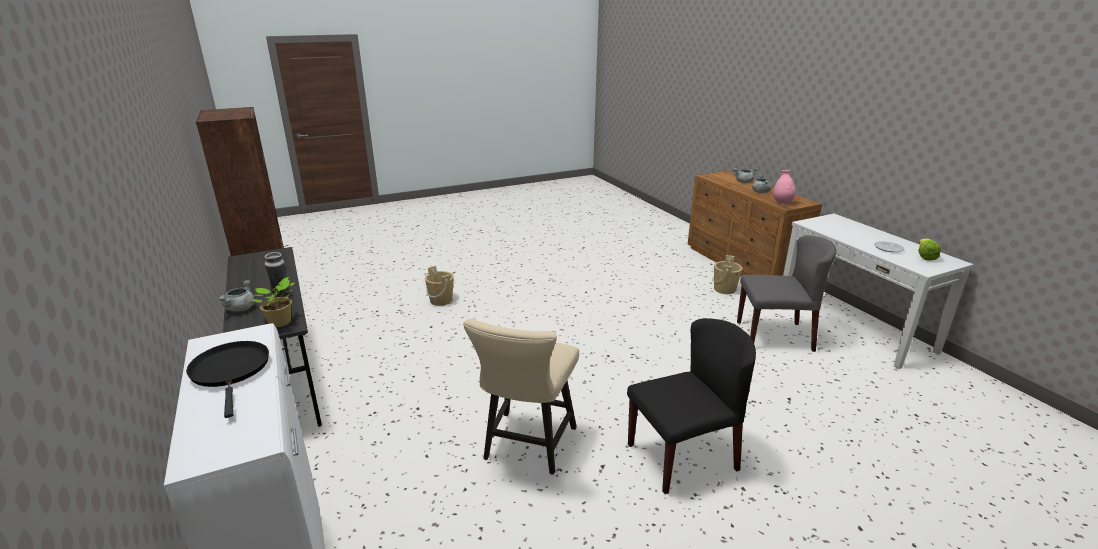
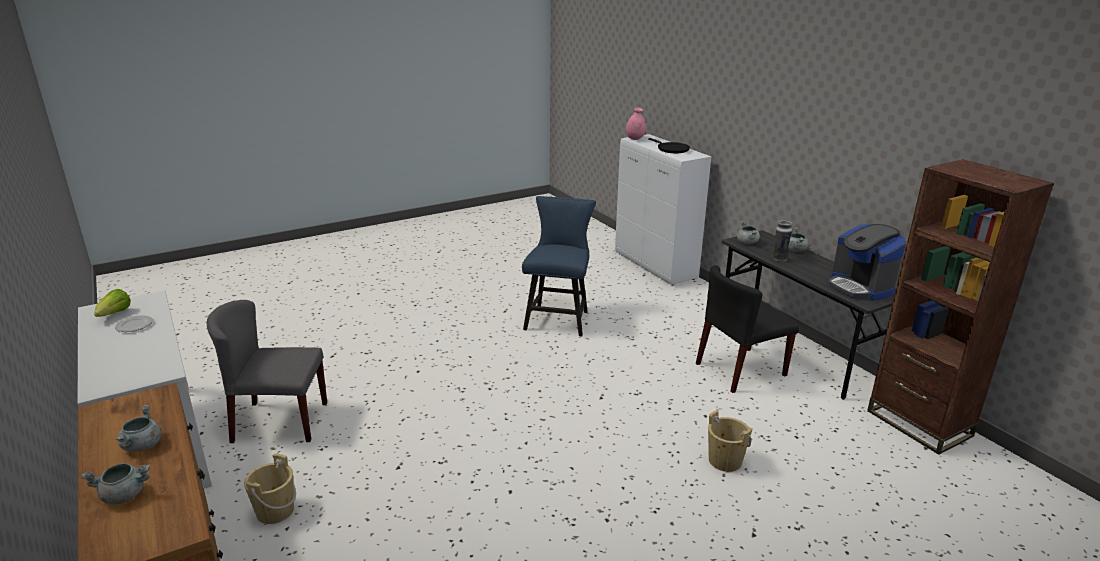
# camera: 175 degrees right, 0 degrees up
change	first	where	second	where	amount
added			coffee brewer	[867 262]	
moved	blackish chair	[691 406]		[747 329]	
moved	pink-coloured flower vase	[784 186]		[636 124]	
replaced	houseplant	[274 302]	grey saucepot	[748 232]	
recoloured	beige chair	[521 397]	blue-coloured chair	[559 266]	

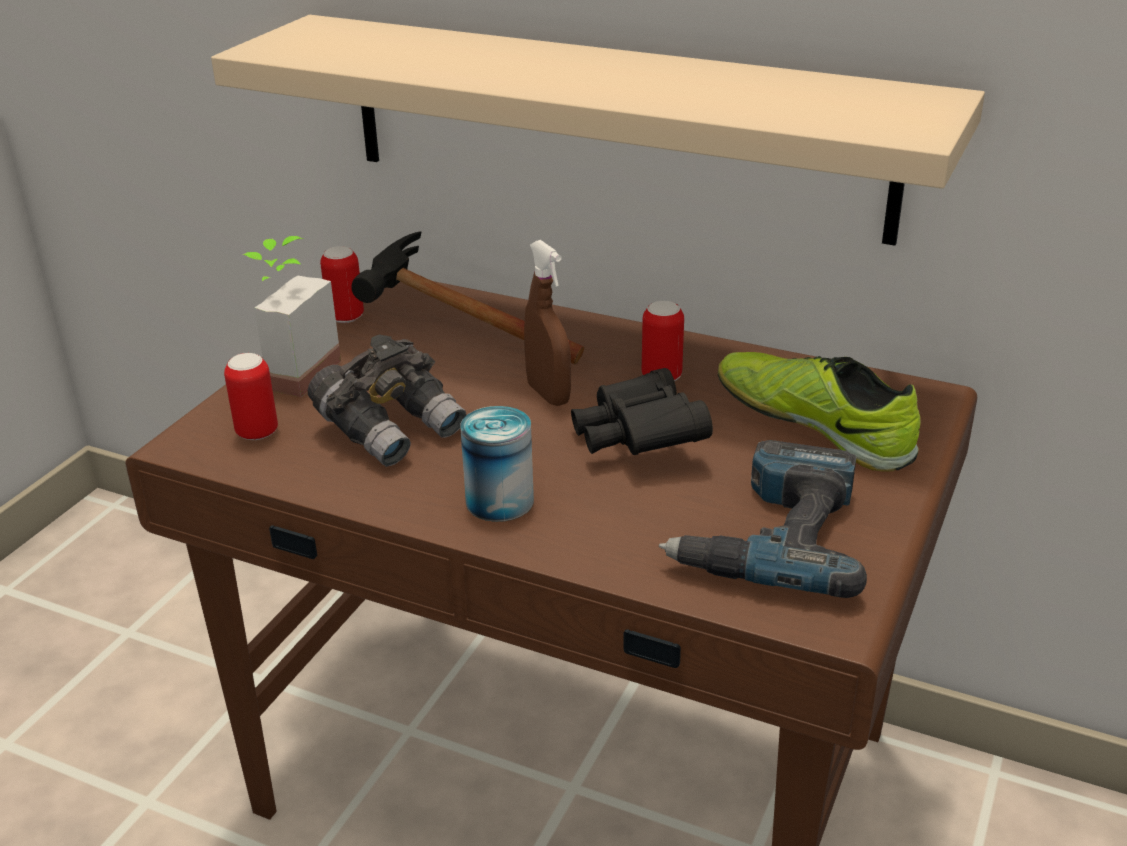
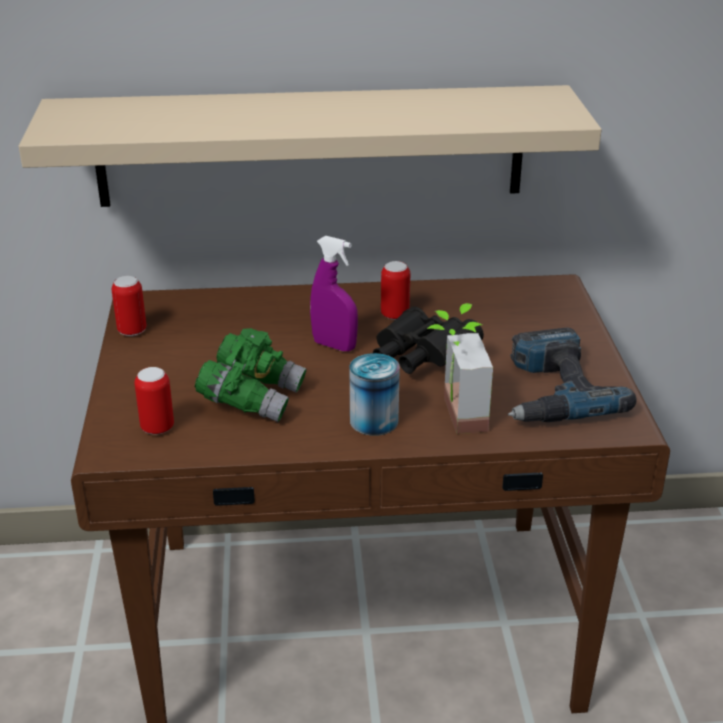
# camera: 30 degrees left, 0 degrees up
change	first	where	second	where	amount
removed	hammer	[467 297]			
removed	low shoe	[819 412]			
moved	houseplant	[292 316]		[460 368]	
recoloured	grey pair of binoculars	[387 400]	green-coloured pair of binoculars	[251 375]	
recoloured	brown-coloured spray bottle	[547 323]	purplish spray bottle	[334 293]	

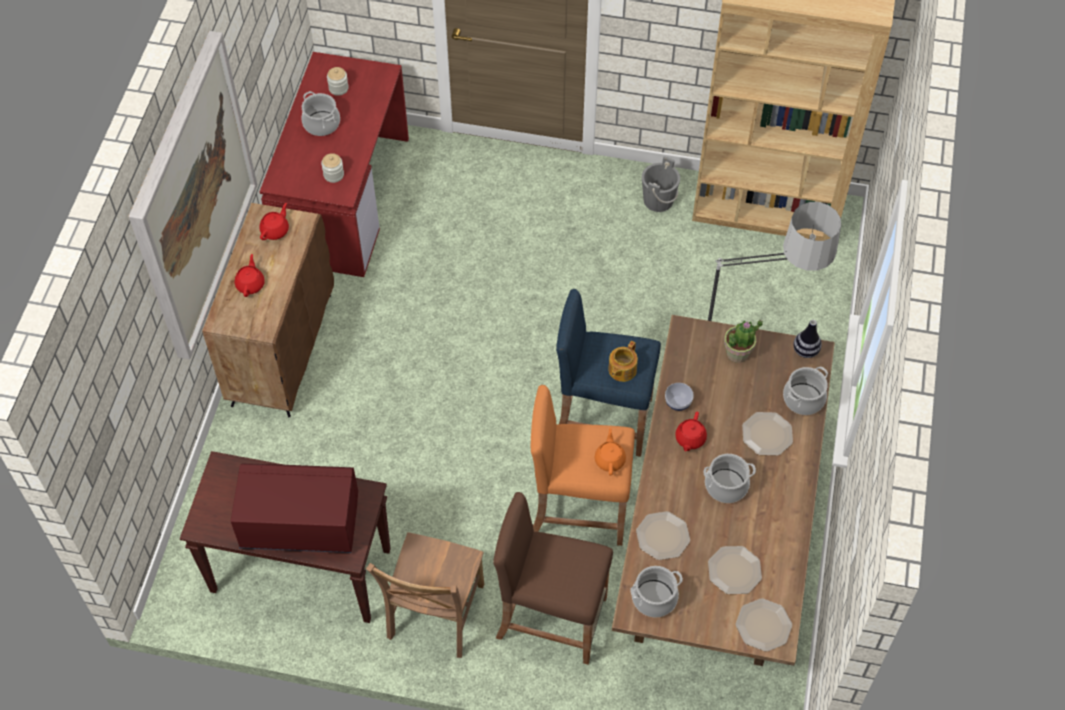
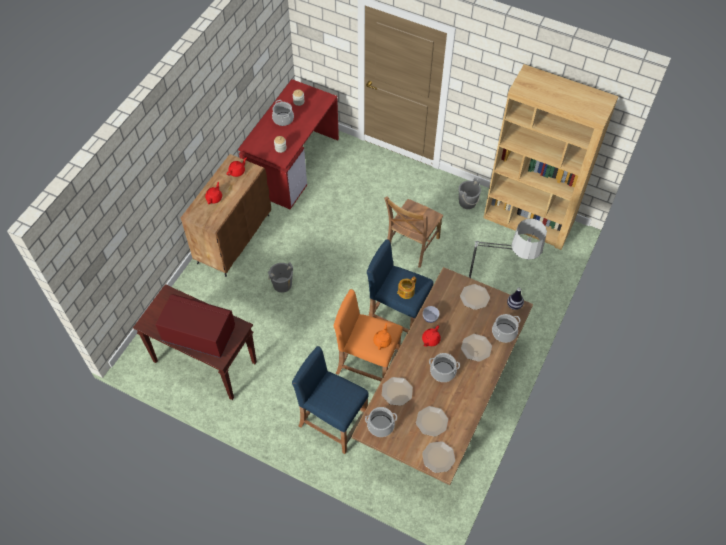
# camera: 15 degrees right, 0 degrees up
change	first	where	second	where	amount
removed	wall picture	[193 195]			
added			grey water bucket	[280 277]	
moved	brown-coloured chair	[425 595]		[413 232]	
replaced	houseplant	[743 341]	flat dish	[475 297]	
recoloured	brown-coloured sitting stool	[553 578]	blue-coloured sitting stool	[330 400]	

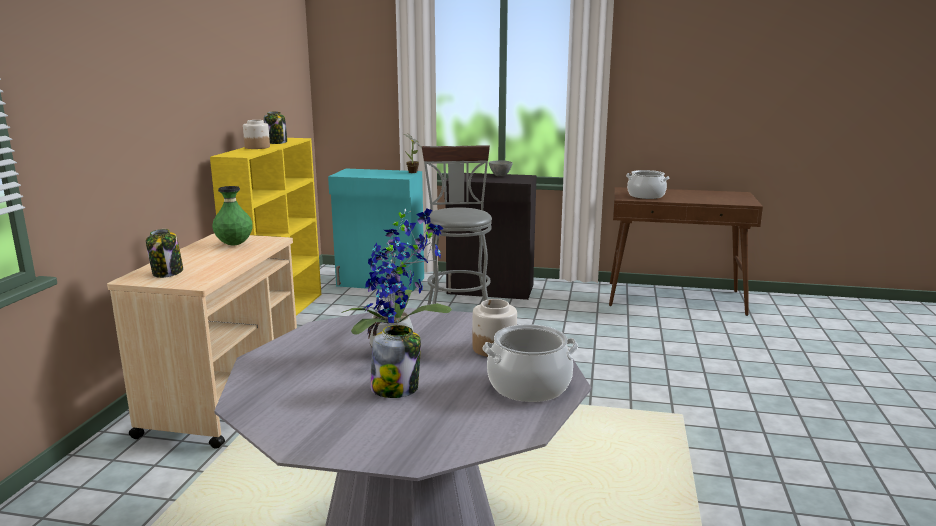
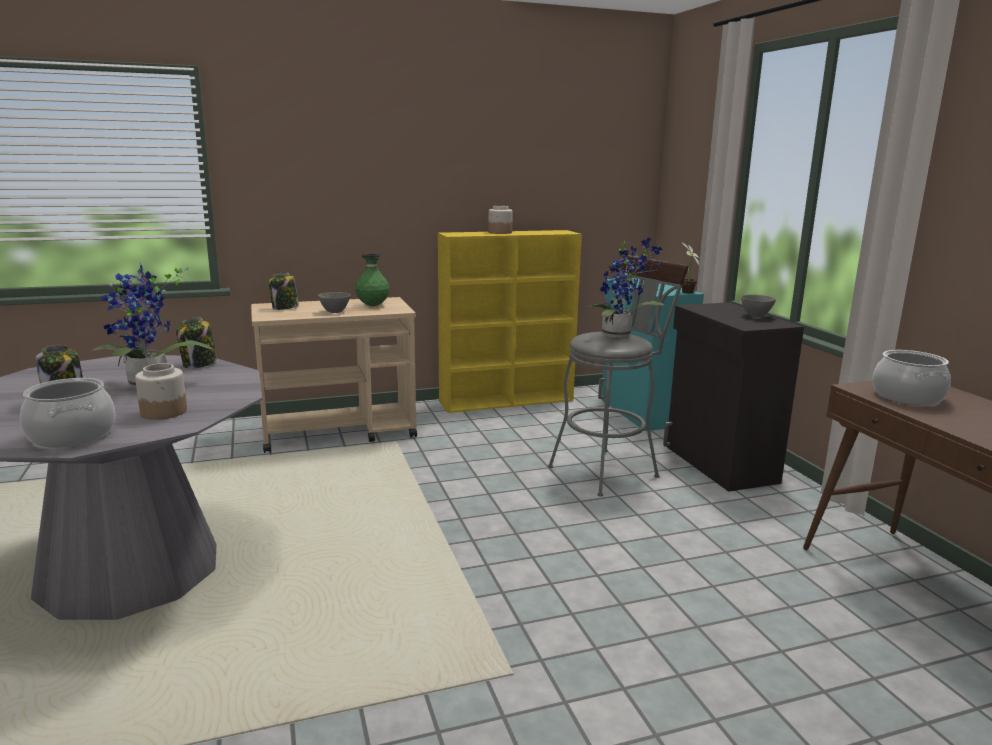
# camera: 60 degrees right, 0 degrees up
change	first	where	second	where	amount
added			grey serving bowl	[334 302]	
added			houseplant	[626 288]	
moved	storage jar	[275 127]		[196 343]	

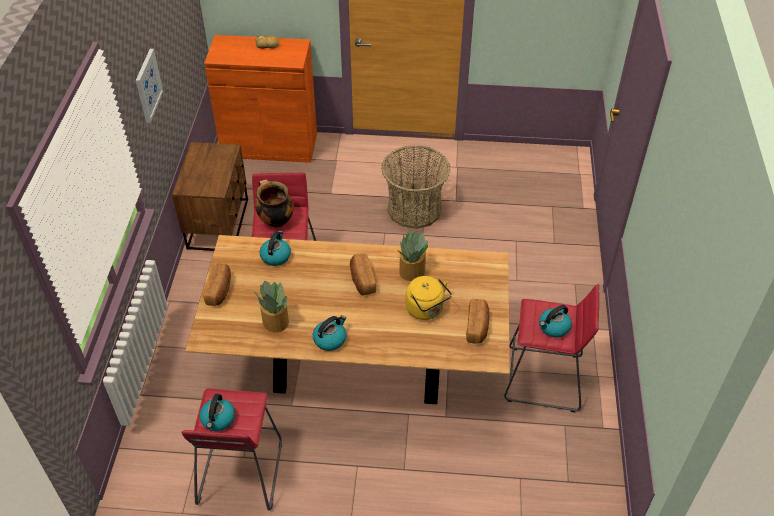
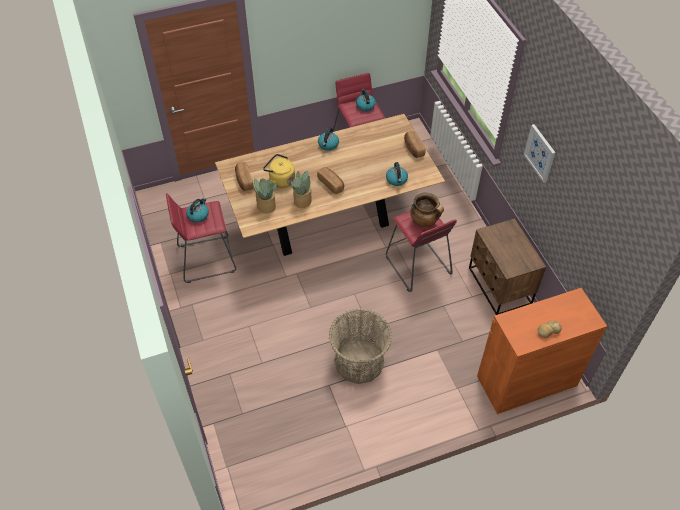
# camera: 155 degrees right, 5 degrees up
change	first	where	second	where	amount
moved	houseplant	[271 307]		[264 195]	

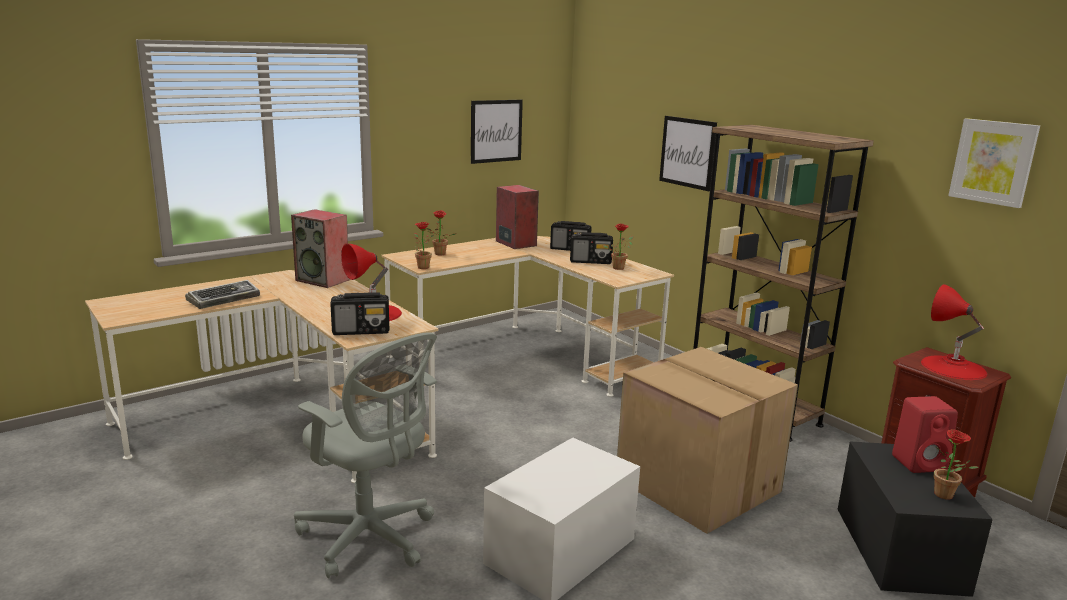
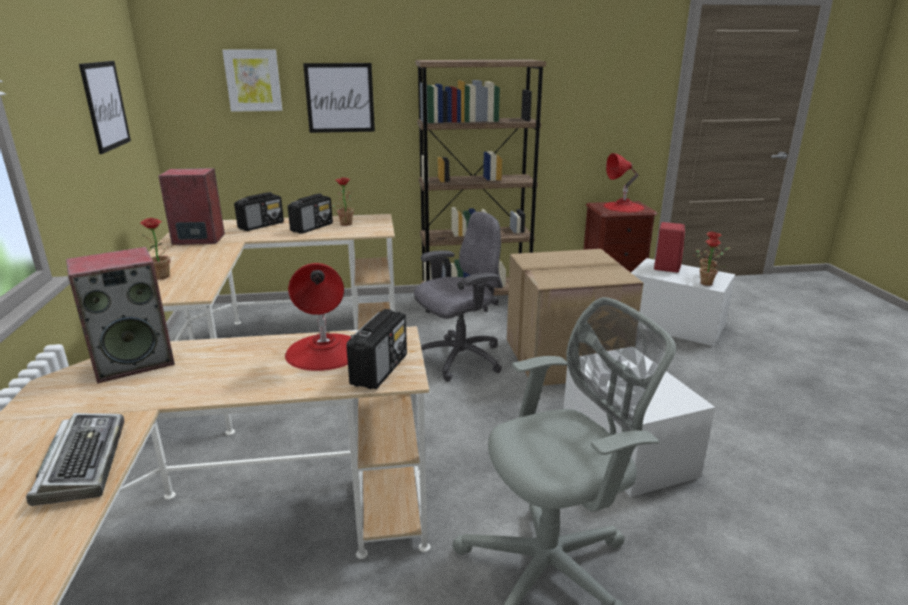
# camera: 60 degrees left, 5 degrees up
change	first	where	second	where	amount
added			grey desk chair	[458 296]	
moved	houseplant	[424 245]		[710 262]	
moved	wall picture	[994 163]		[252 80]	
recoloured	blackish storage box	[915 519]	white storage box	[683 302]	

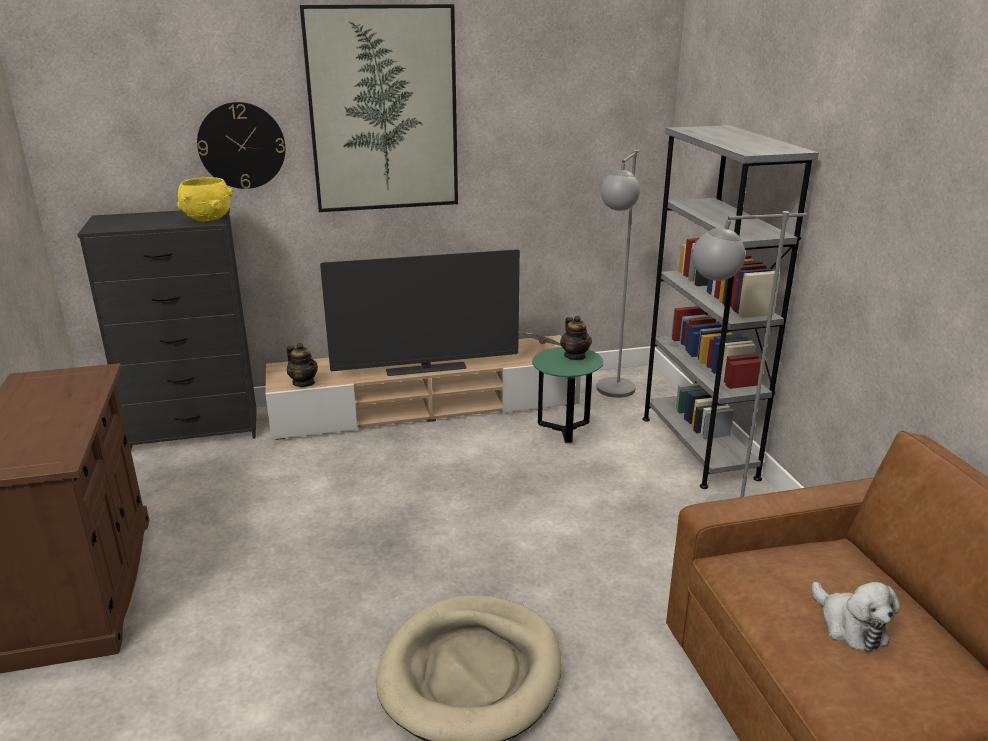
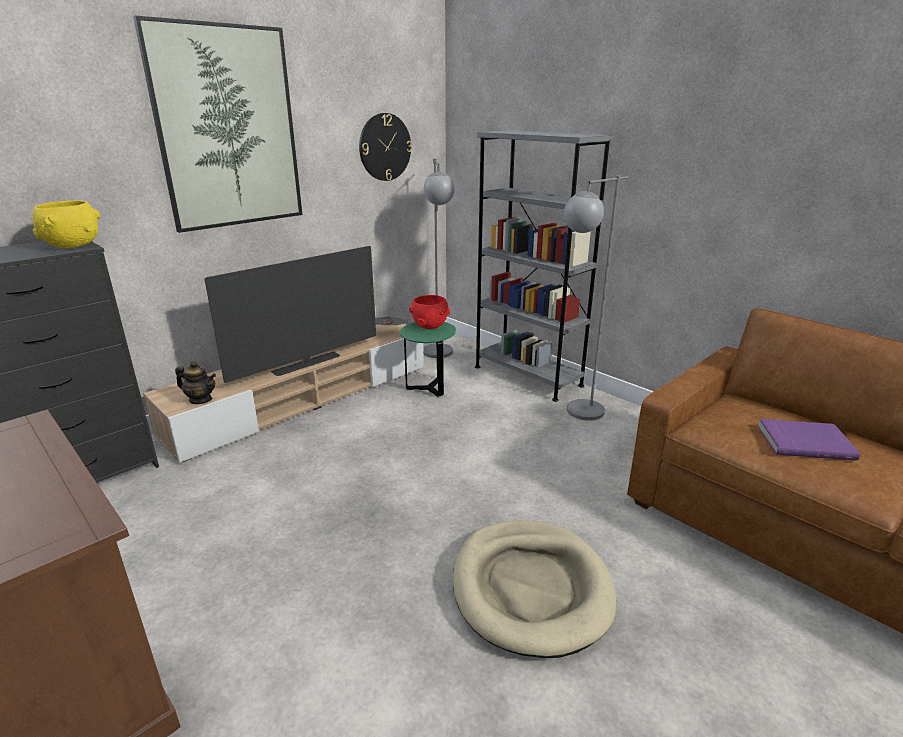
# camera: 30 degrees left, 0 degrees up
change	first	where	second	where	amount
moved	clock on the wall	[241 145]		[385 147]	
replaced	pot for tea	[576 338]	reddish serving bowl	[429 312]	
replaced	soft toy	[856 617]	purplish bound book	[808 440]	

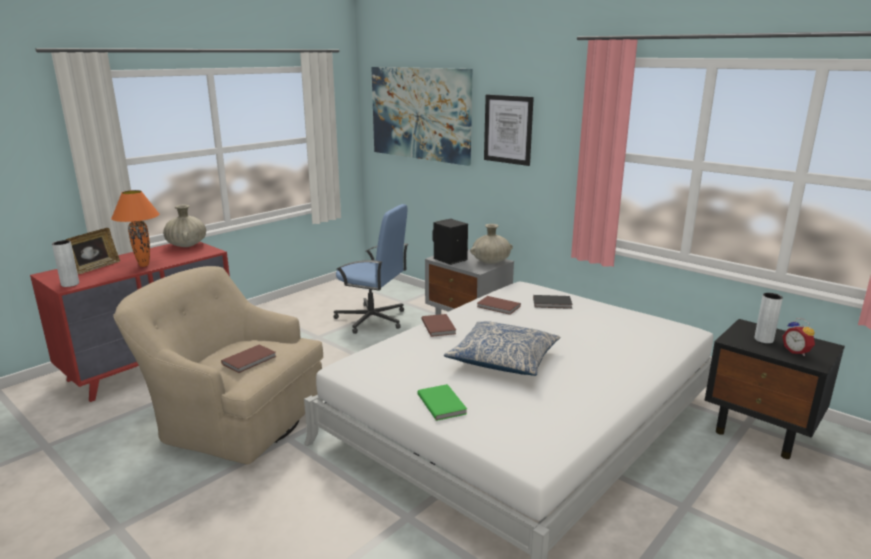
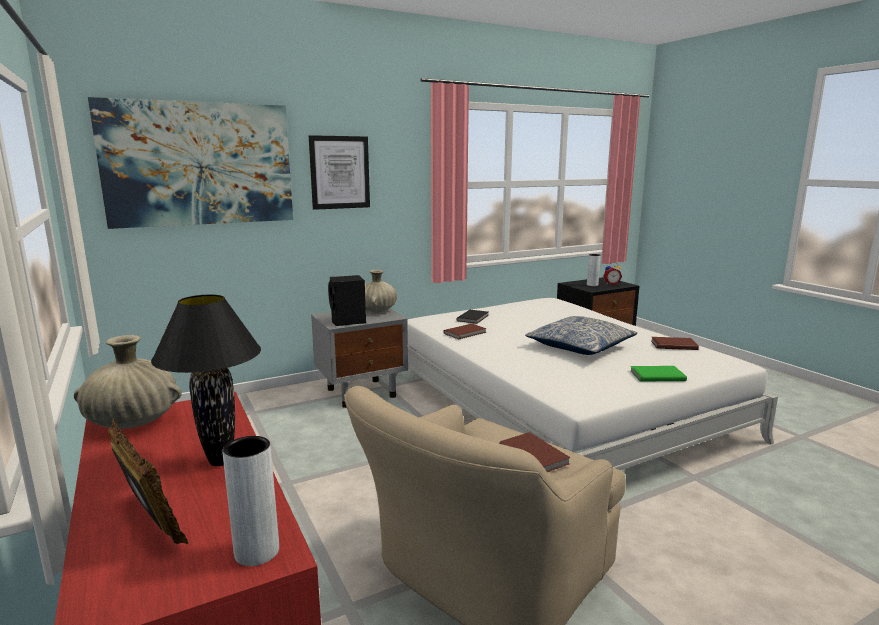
# camera: 70 degrees left, 5 degrees down
change	first	where	second	where	amount
removed	blue-coloured desk chair	[370 269]			
moved	brown-coloured bound book	[439 325]		[675 343]	
recoloured	orange table lamp	[135 228]	blackish table lamp	[206 380]	

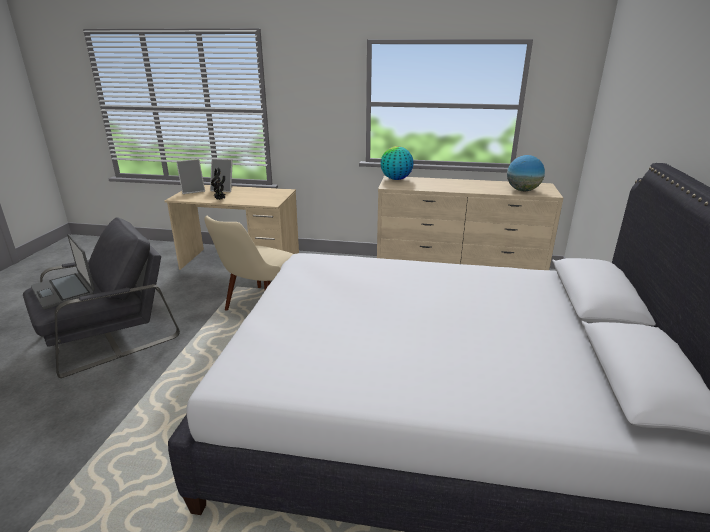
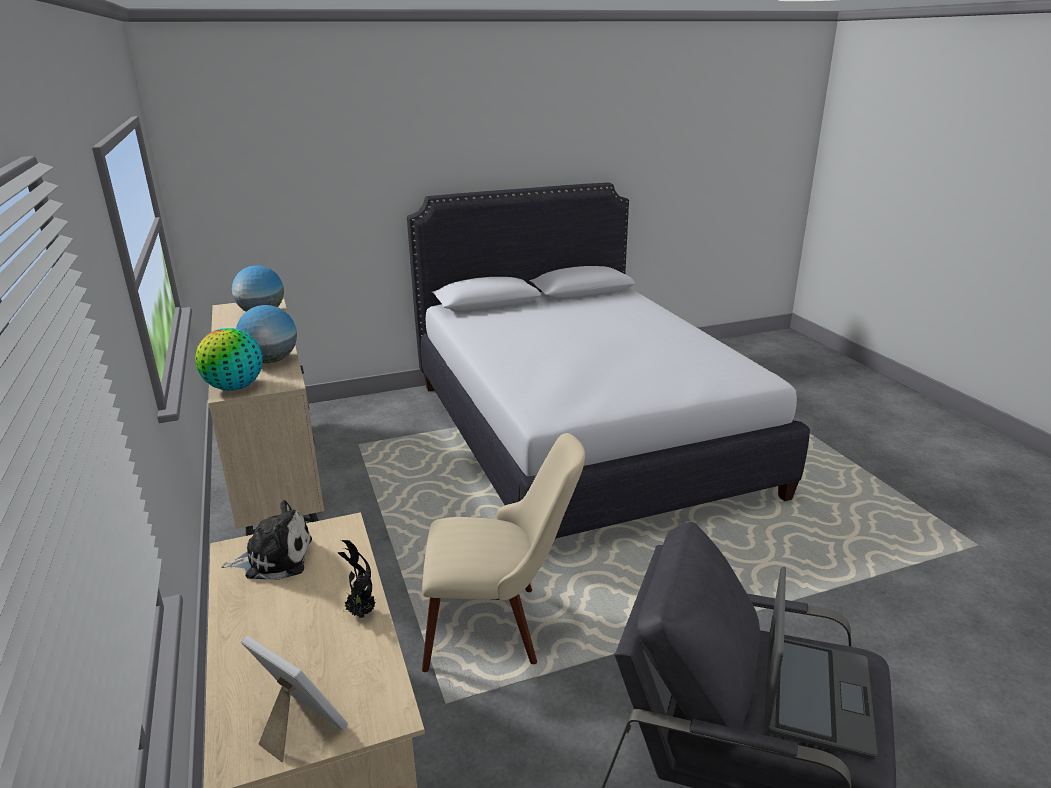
# camera: 120 degrees left, 0 degrees up
change	first	where	second	where	amount
removed	photo frame	[221 175]			
added			soft toy	[266 540]	
added			globe	[266 334]	

